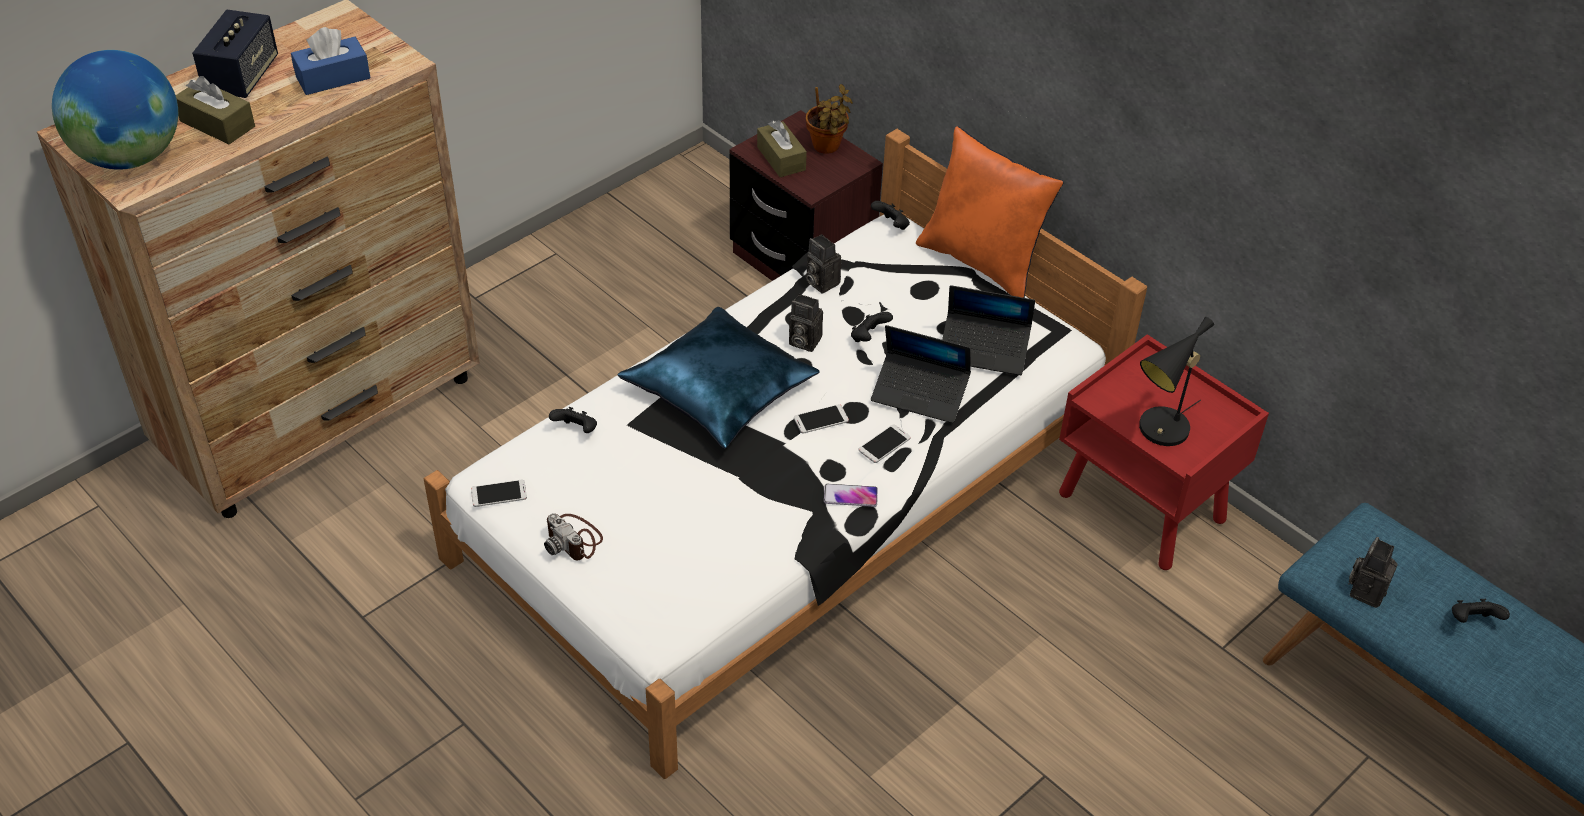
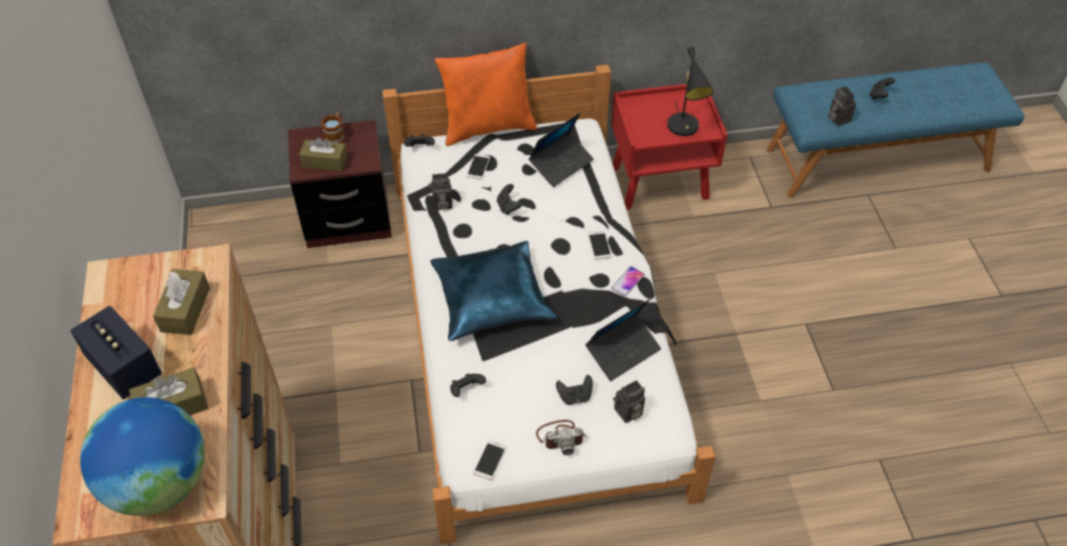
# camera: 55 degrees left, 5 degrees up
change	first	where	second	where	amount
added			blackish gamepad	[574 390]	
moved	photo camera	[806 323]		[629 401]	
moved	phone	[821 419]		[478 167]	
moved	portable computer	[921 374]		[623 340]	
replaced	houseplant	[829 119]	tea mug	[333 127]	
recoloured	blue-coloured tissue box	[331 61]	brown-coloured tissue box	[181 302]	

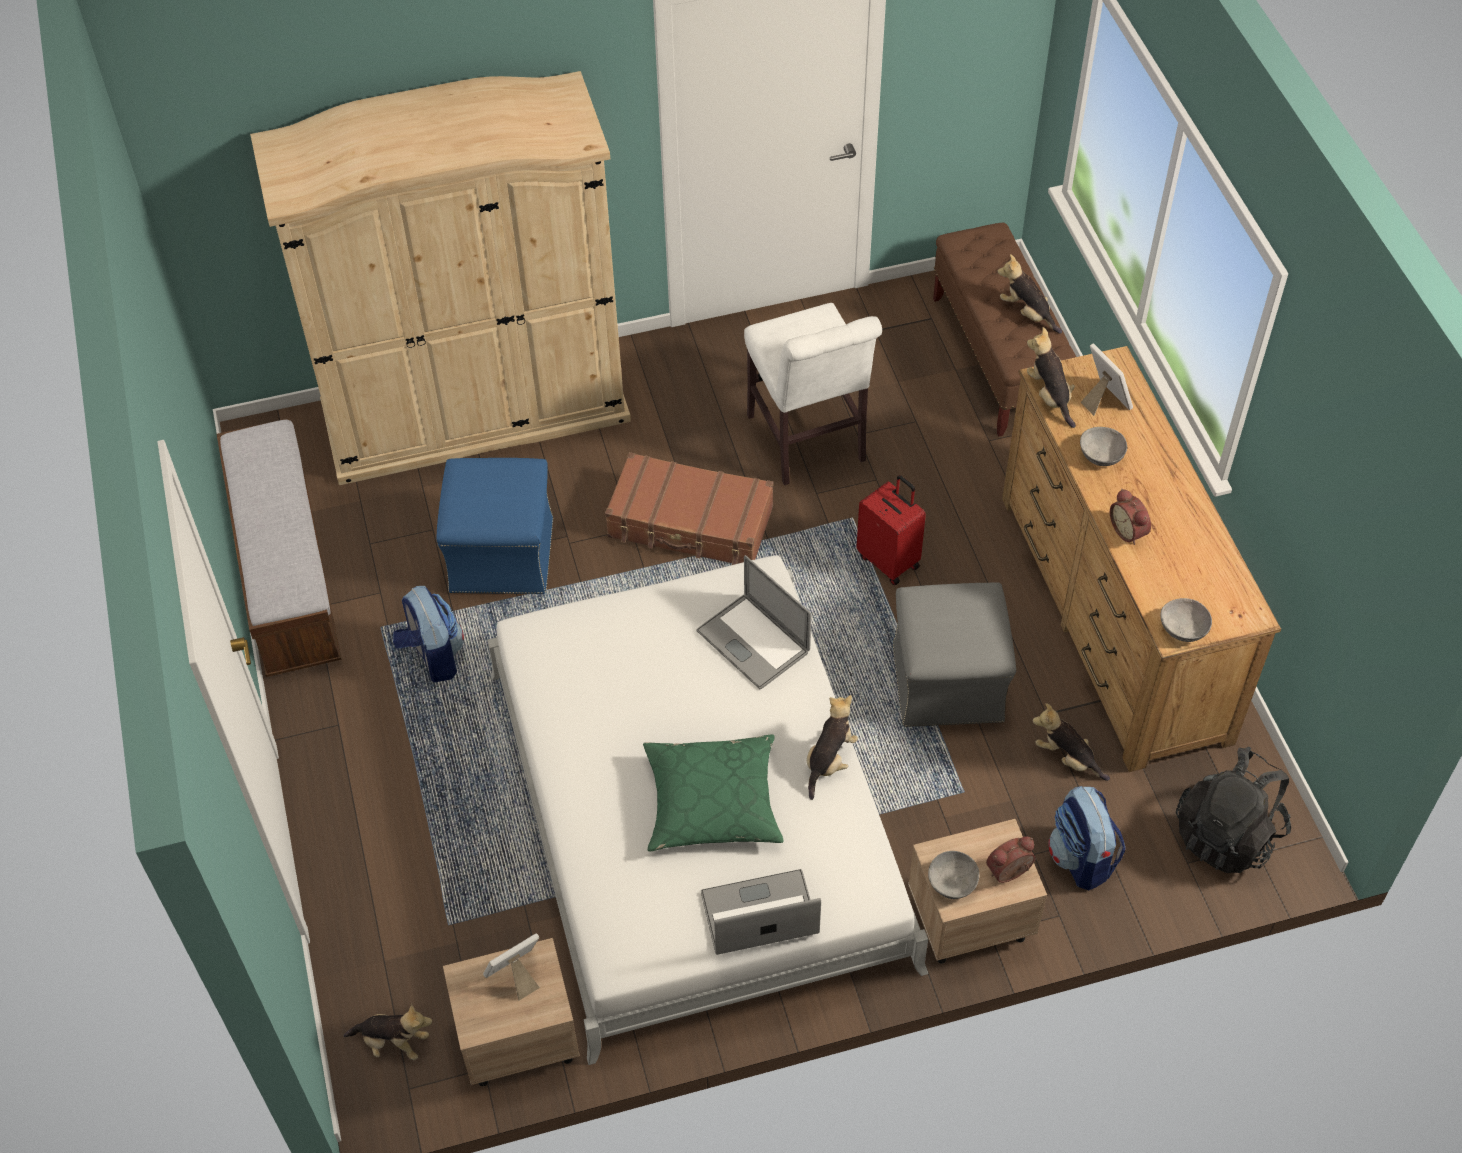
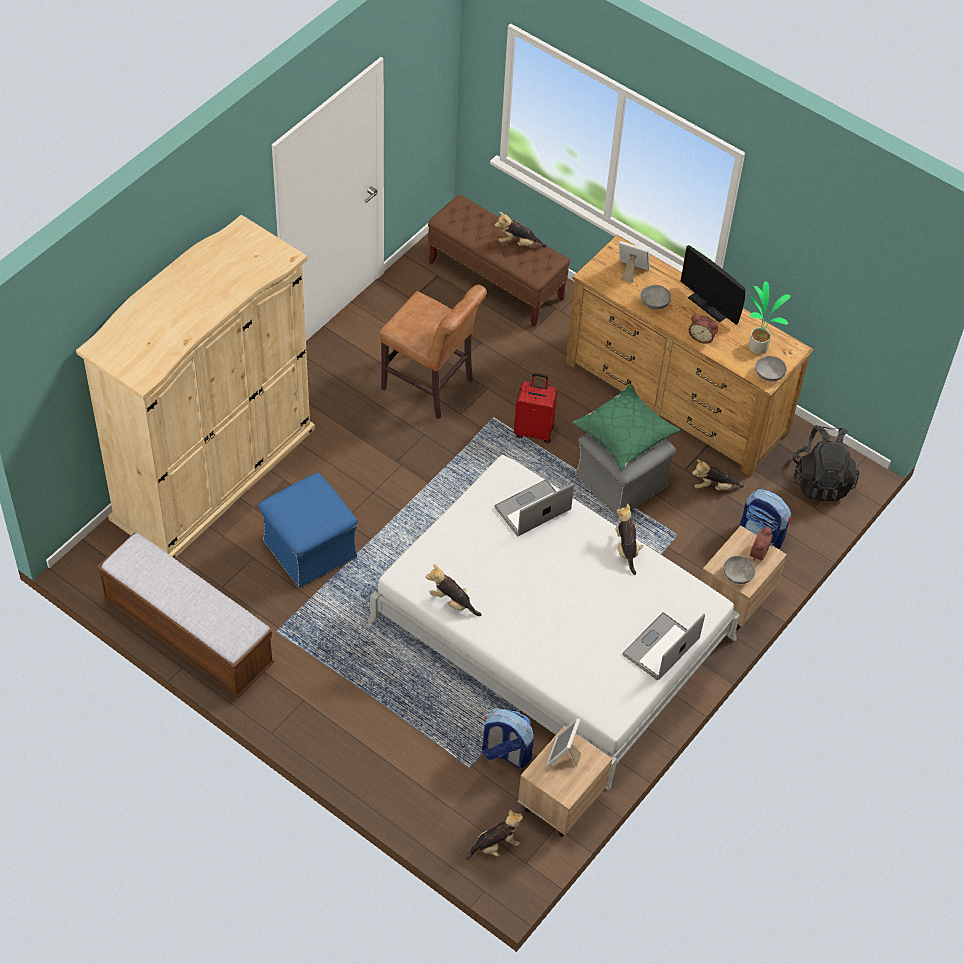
# camera: 40 degrees left, 0 degrees up
change	first	where	second	where	amount
removed	brown-coloured suitcase	[689 508]			
added			computer screen	[713 285]	
added			houseplant	[769 317]	
moved	knapsack	[428 634]		[508 738]	
moved	green-coloured cushion	[713 793]		[626 427]	
moved	soft toy	[1051 377]		[453 590]	
recoloured	white chair	[813 394]	brown-coloured chair	[433 351]	
turned	portable computer	[754 622]		[534 507]	135 degrees clockwise

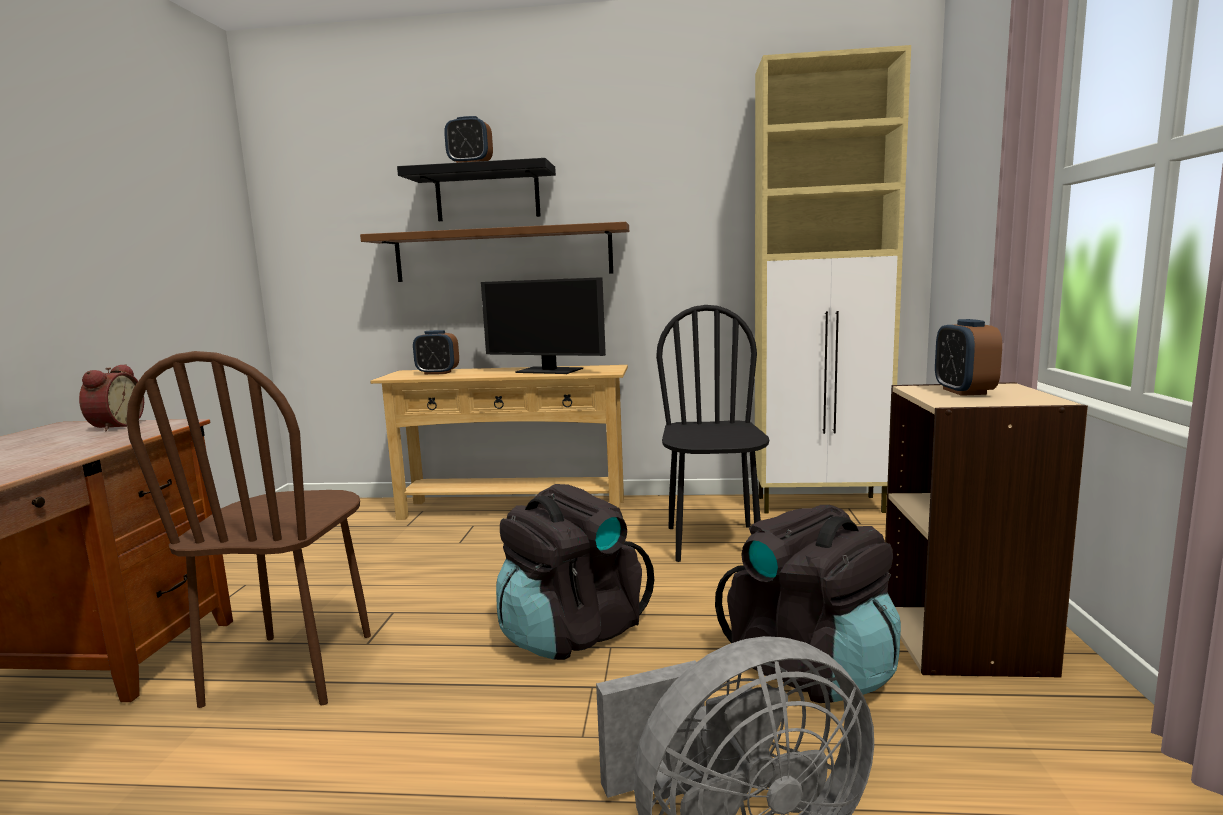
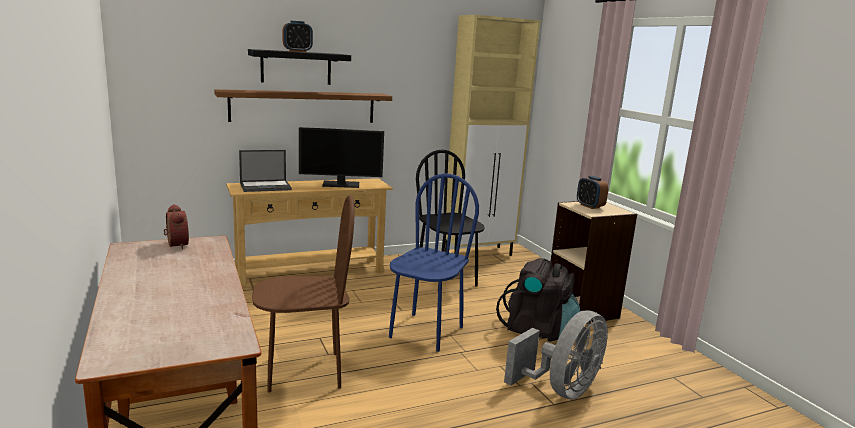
# camera: 30 degrees left, 5 degrees up
change	first	where	second	where	amount
replaced	bedside clock	[436 352]	portable computer	[265 171]	
replaced	blackish knapsack	[575 572]	blue-coloured chair	[434 263]	
turned	brown-coloured chair	[248 529]		[303 294]	75 degrees counterclockwise

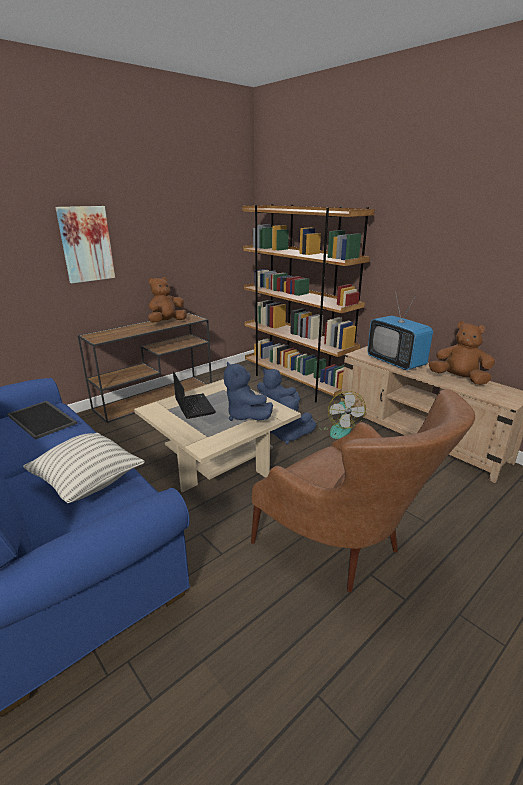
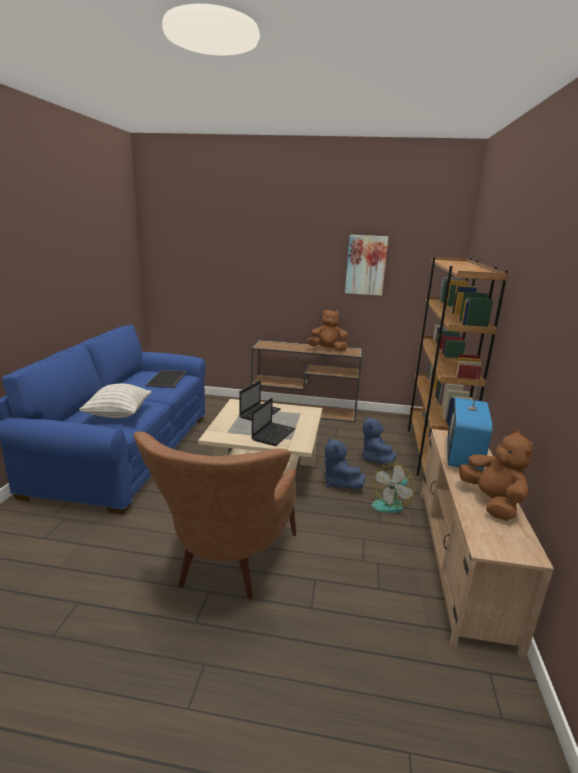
# camera: 50 degrees right, 5 degrees down
change	first	where	second	where	amount
moved	wall picture	[85 245]		[366 265]	
replaced	blue-coloured soft toy	[248 391]	portable computer	[273 422]	

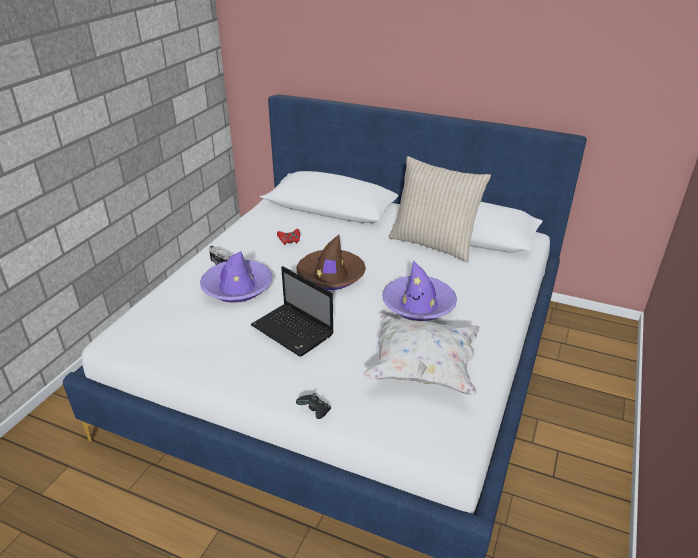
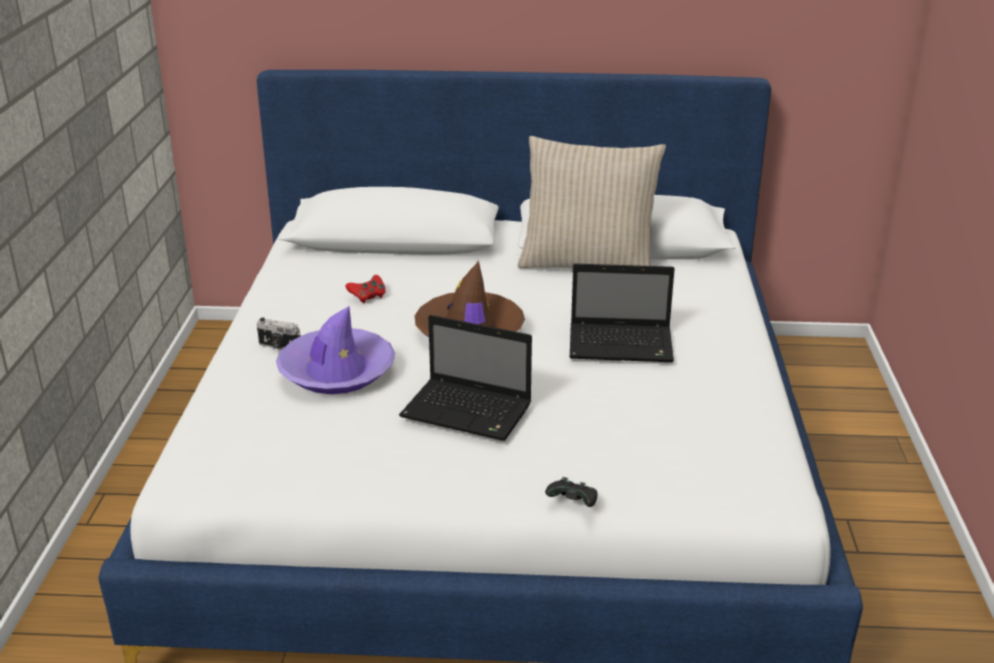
# camera: 20 degrees left, 5 degrees down
change	first	where	second	where	amount
removed	white cushion	[422 354]			
replaced	purplish hat	[419 290]	portable computer	[622 313]	

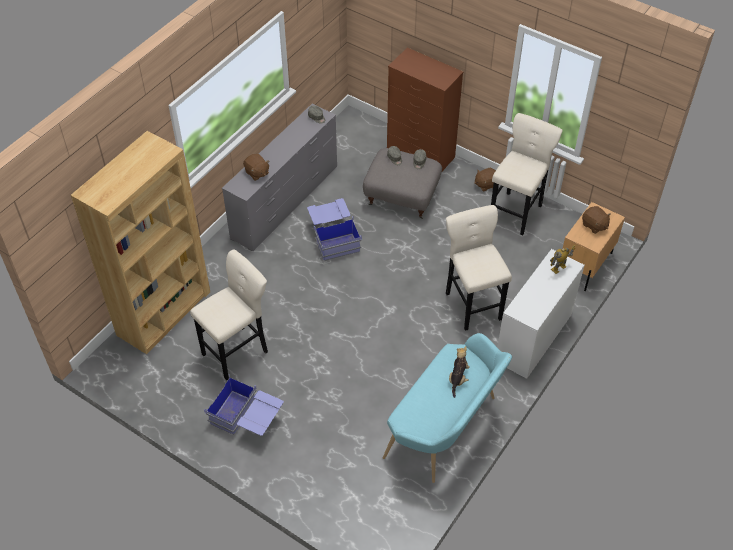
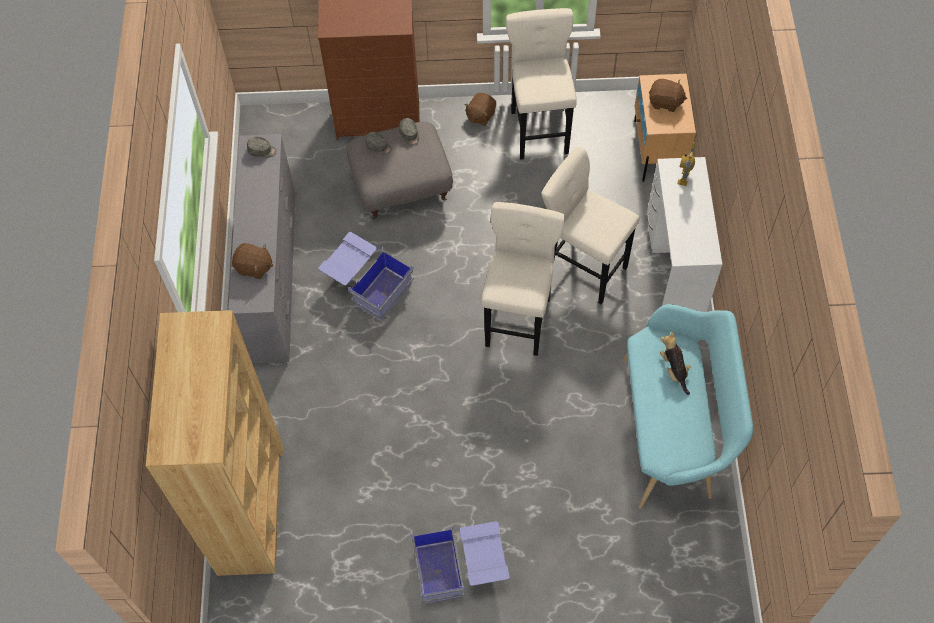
# camera: 35 degrees left, 10 degrees up
change	first	where	second	where	amount
moved	beige sitting stool	[229 314]		[523 279]	

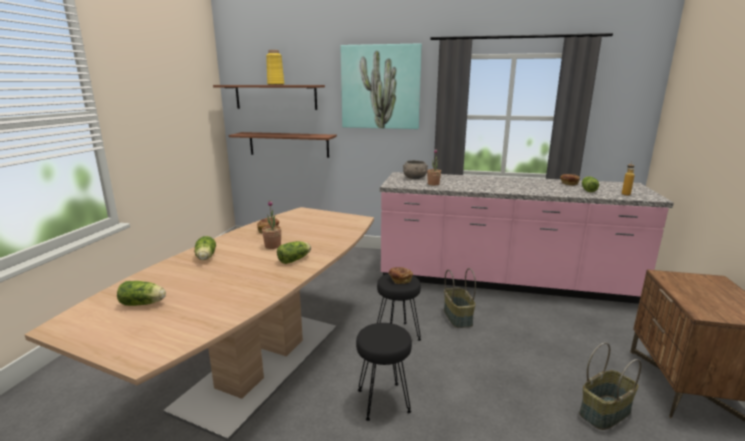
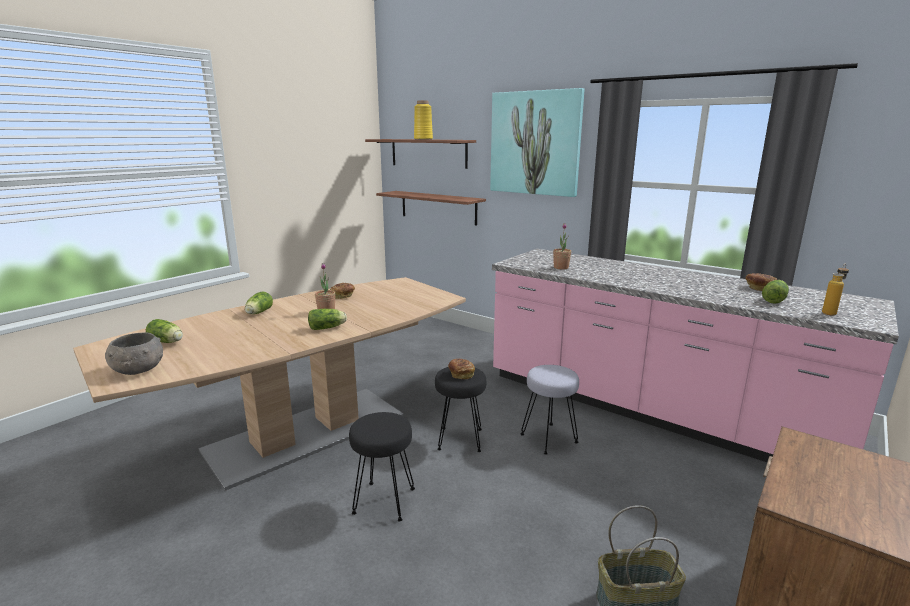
# camera: 25 degrees right, 0 degrees up
change	first	where	second	where	amount
moved	grey serving bowl	[415 169]		[134 354]	
replaced	basket	[460 298]	grey sitting stool	[549 410]	

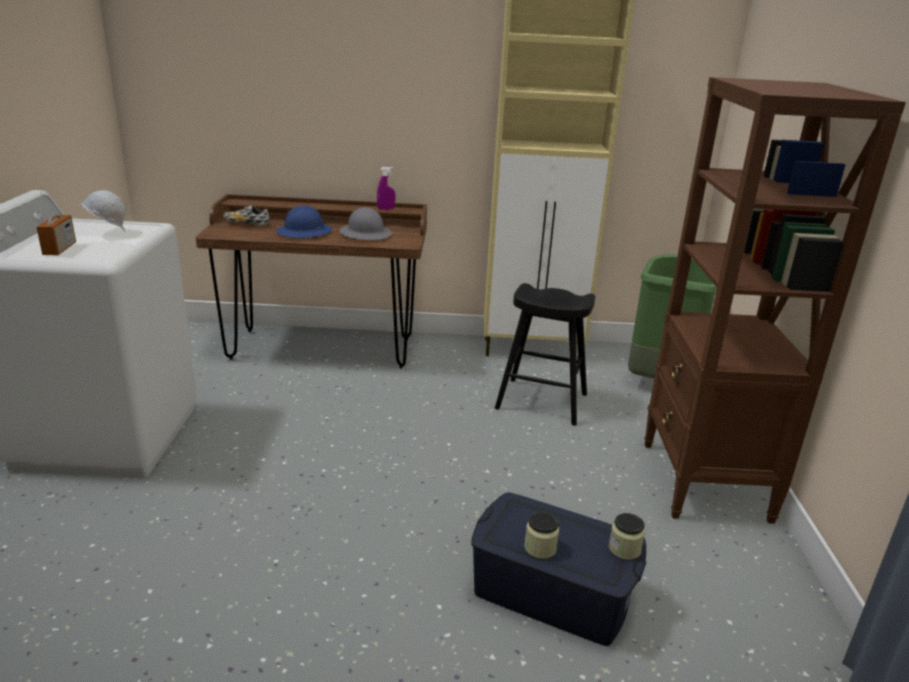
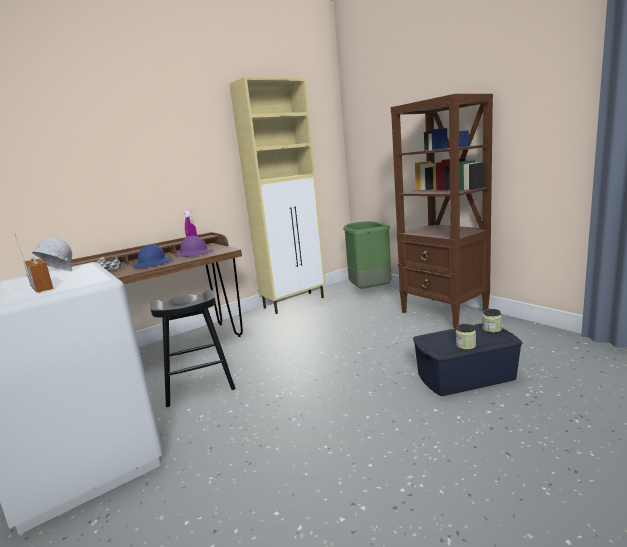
# camera: 35 degrees left, 10 degrees down
change	first	where	second	where	amount
moved	blackish sitting stool	[545 354]		[192 348]	
recoloured	grey work helmet	[366 223]	purplish work helmet	[194 246]	

